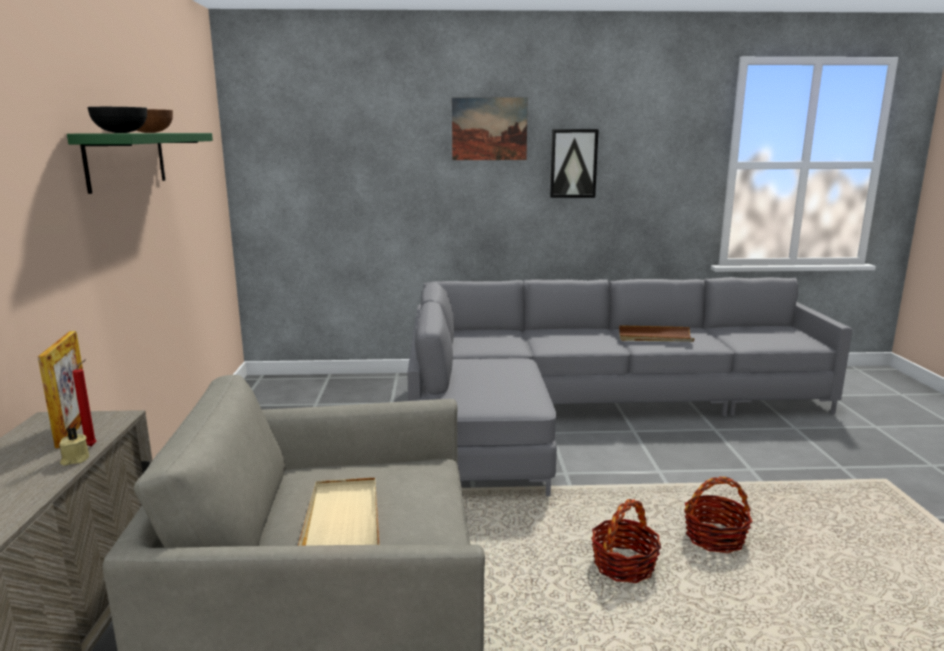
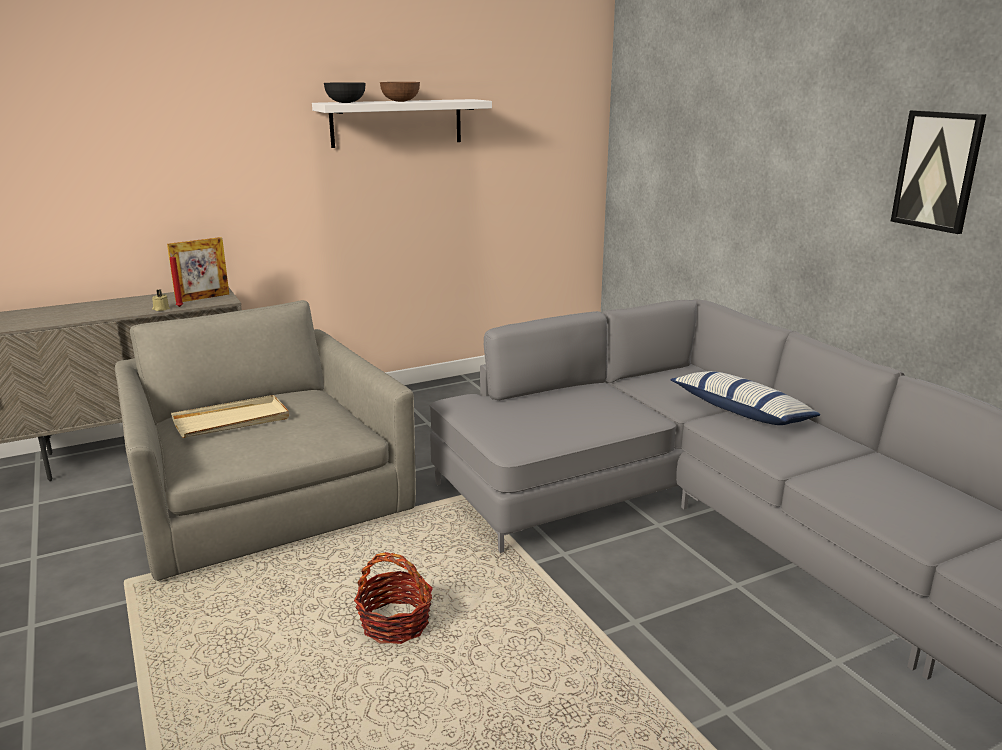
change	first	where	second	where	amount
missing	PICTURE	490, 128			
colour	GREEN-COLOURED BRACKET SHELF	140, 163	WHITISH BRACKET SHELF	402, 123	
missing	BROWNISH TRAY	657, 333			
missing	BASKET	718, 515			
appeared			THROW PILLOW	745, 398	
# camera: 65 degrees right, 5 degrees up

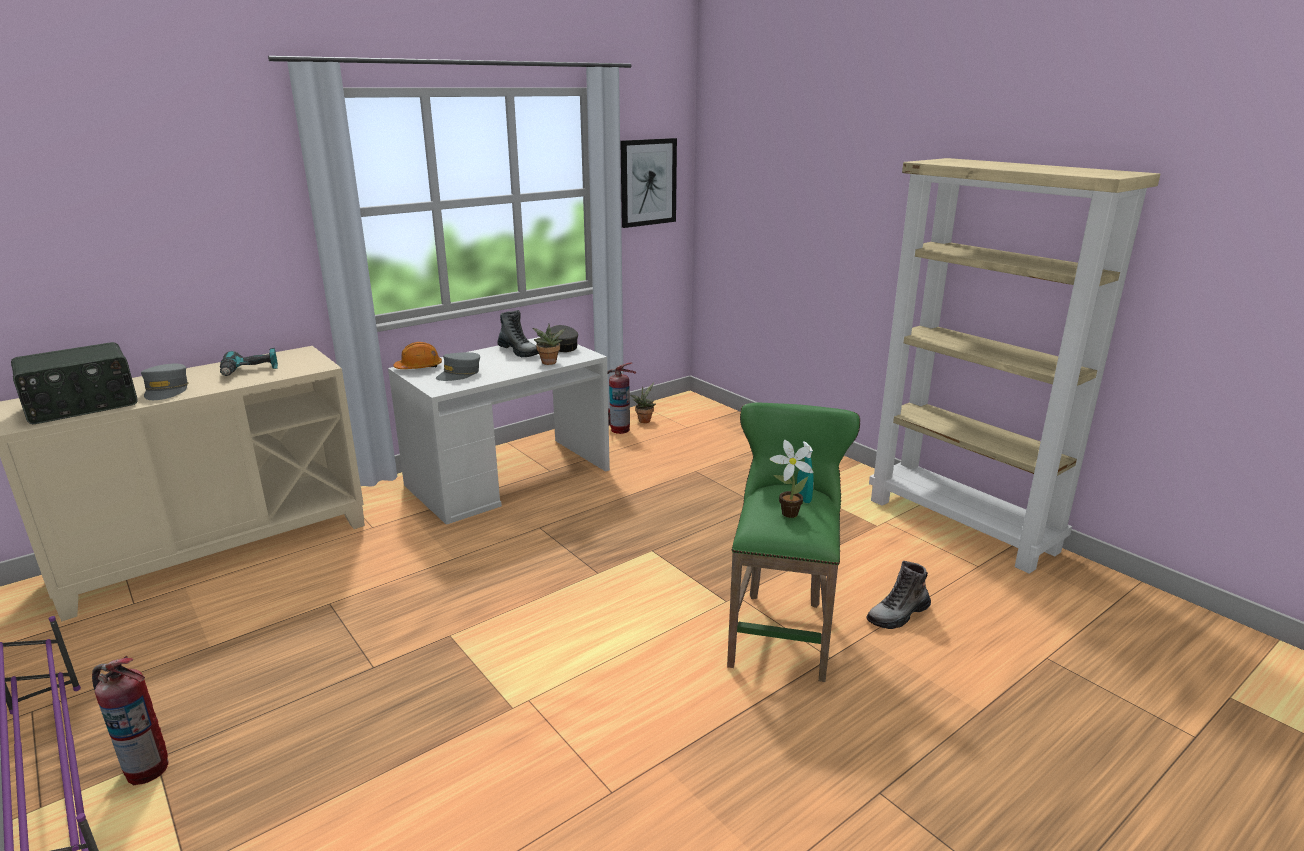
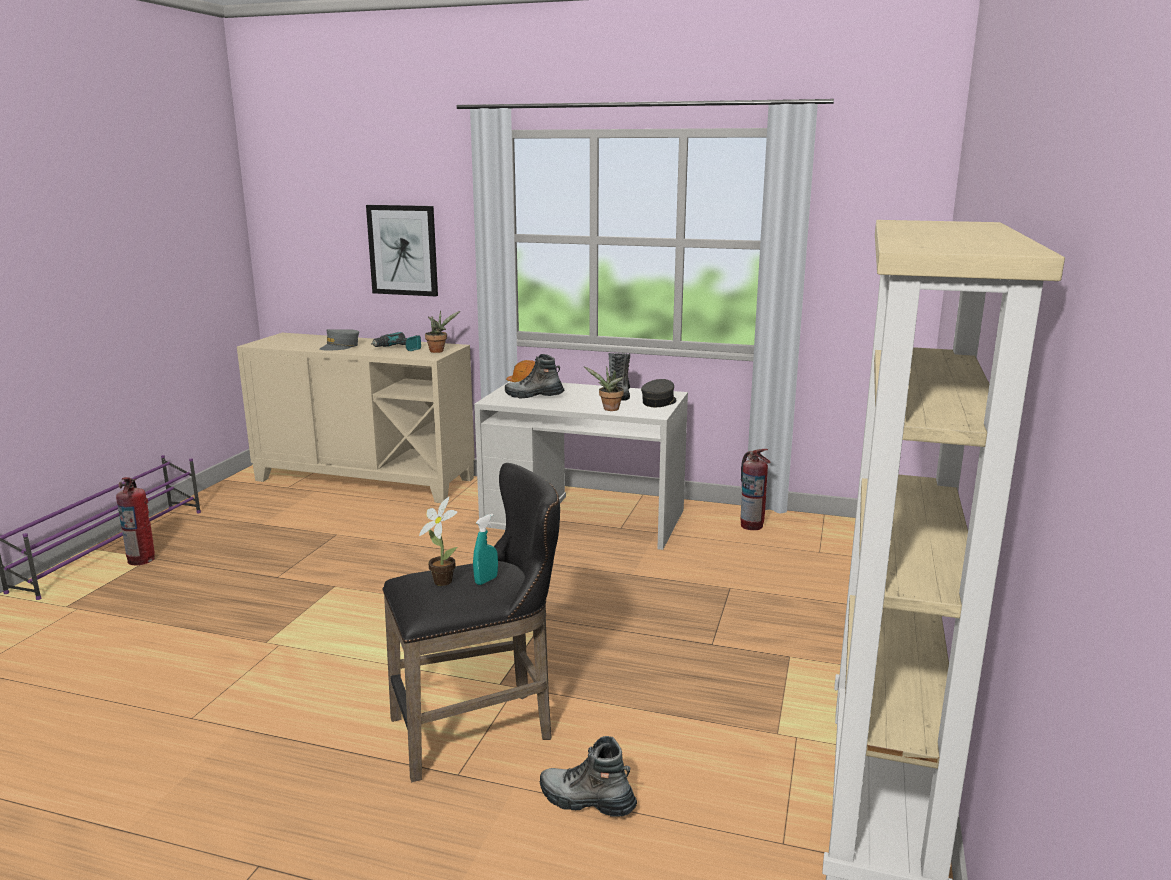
change	first	where	second	where	amount
relocated	PICTURE	648, 183		402, 250	
missing	RADIO SET	74, 383			
exchanged	GREYISH BASEBALL CAP	458, 366	HIGH-TOP BOOT	535, 376	
relocated	POTTED PLANT	643, 402		442, 331	
colour	GREEN-COLOURED STOOL	793, 542	BLACK-COLOURED STOOL	471, 622	
# camera: 55 degrees right, 5 degrees down

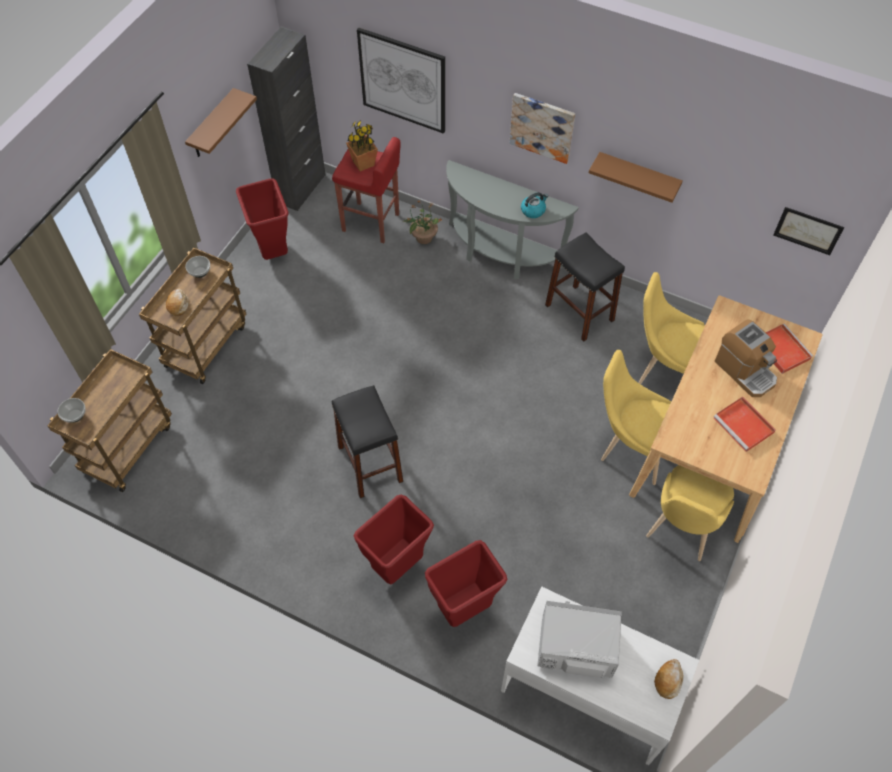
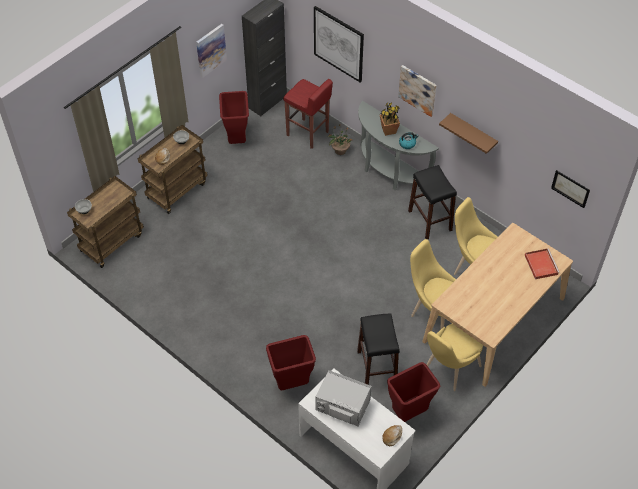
change	first	where	second	where	amount
exchanged	BROWNISH BRACKET SHELF	221, 122	PICTURE	211, 51	
relocated	POTTED PLANT	362, 145		390, 119	
missing	COFFEE MAKER	746, 358			
relocated	BLACK-COLOURED STOOL	367, 441		378, 349	
missing	REDDISH TRAY	745, 424			
relocated	REDDISH TRASH CAN	394, 539		413, 392	
# camera: 15 degrees right, 5 degrees down

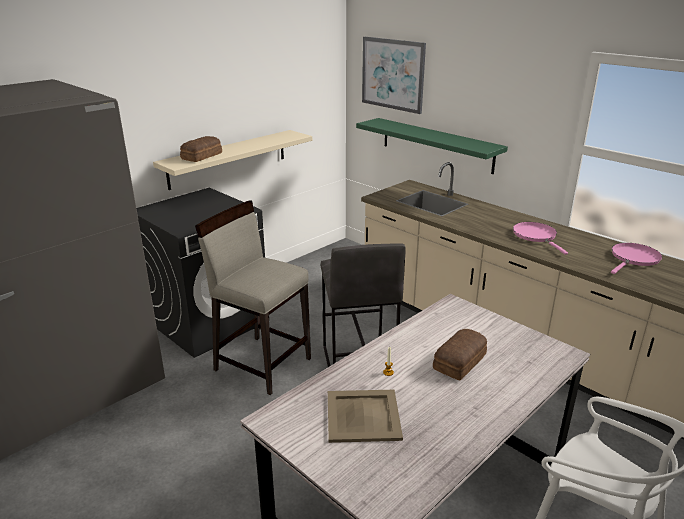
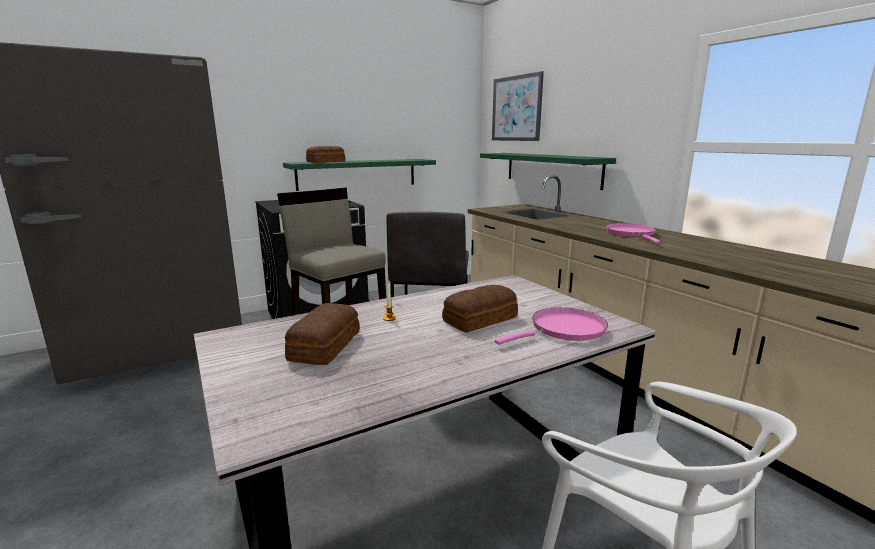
change	first	where	second	where	amount
colour	BEIGE-COLOURED BRACKET SHELF	232, 160	GREEN-COLOURED BRACKET SHELF	359, 175	
relocated	PINK PAN	636, 258		551, 326	
exchanged	BEIGE-COLOURED TRAY	365, 416	BAKERY BREAD	322, 334	
# camera: 15 degrees right, 10 degrees down

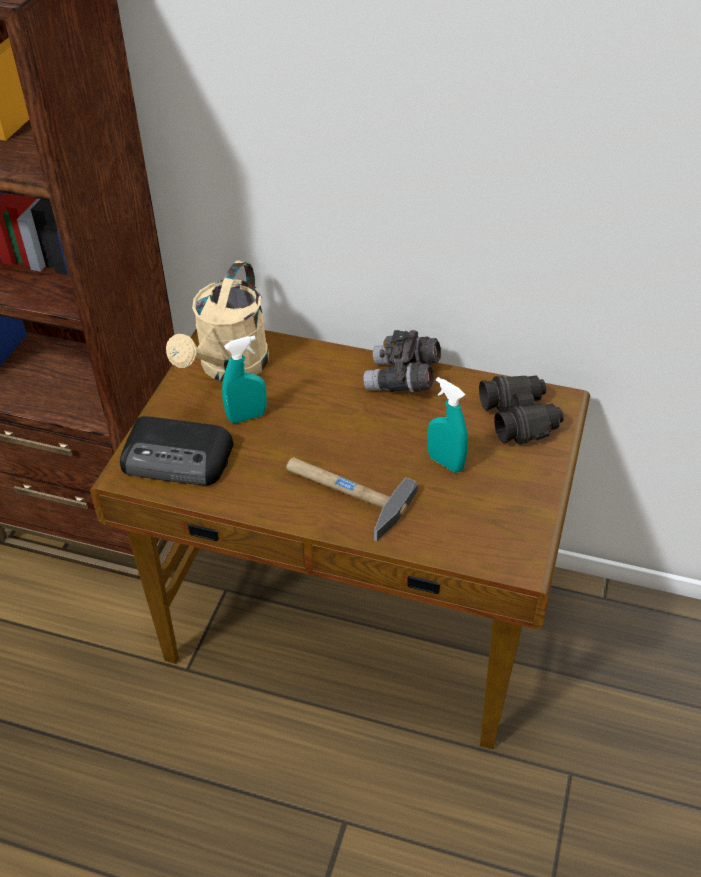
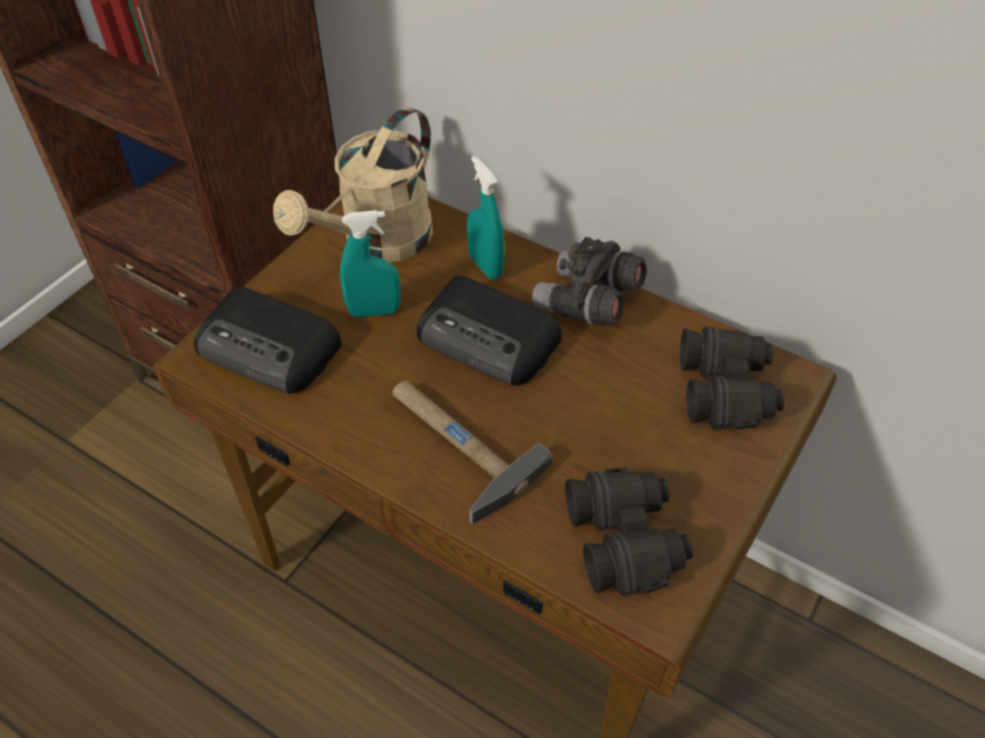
change	first	where	second	where	amount
relocated	TURQUOISE-COLOURED SPRAYER	447, 424		486, 218	
appeared			RADIO SET	489, 330	
appeared			BLACK-COLOURED BINOCULARS	629, 532	
# camera: 15 degrees right, 5 degrees up

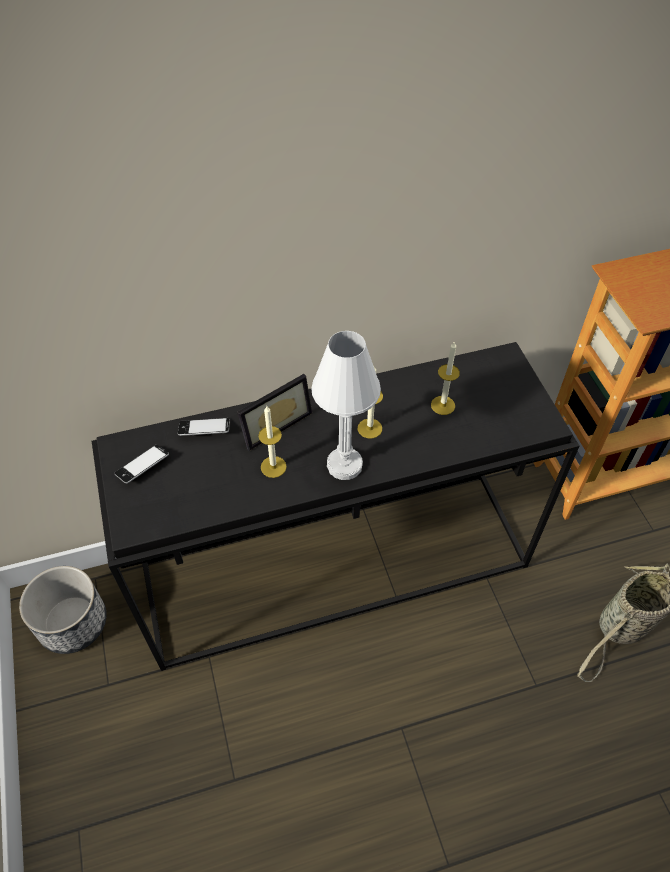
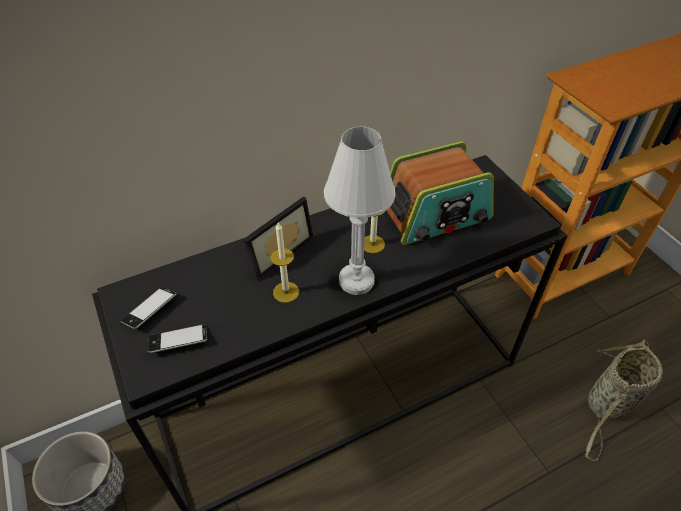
change	first	where	second	where	amount
exchanged	WAX LIGHT	445, 378	RADIO SET	440, 193	
relocated	TELEPHONE	204, 427		177, 338	
# camera: 10 degrees left, 5 degrees down

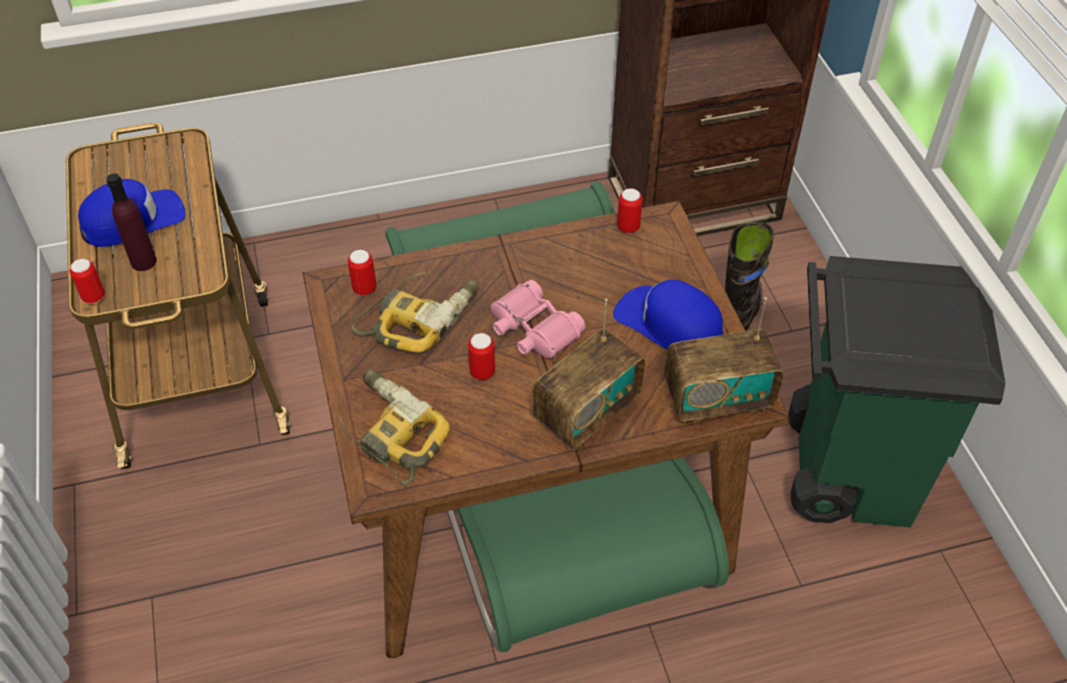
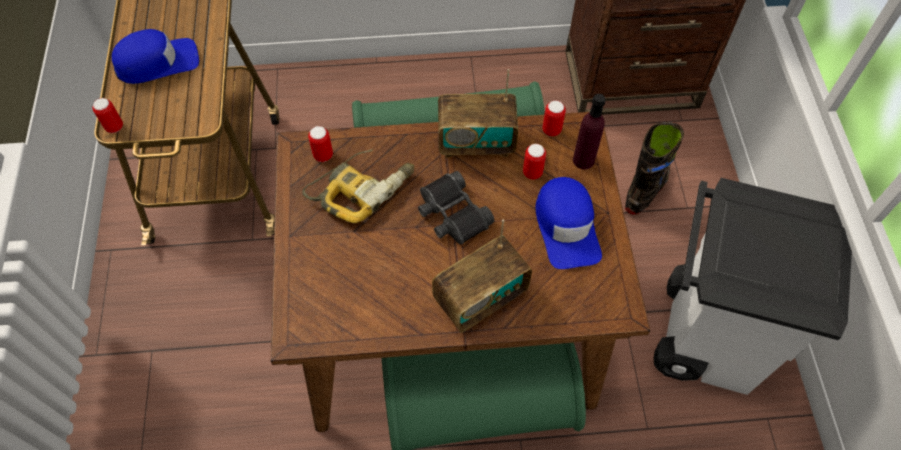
change	first	where	second	where	amount
relocated	PURPLE BEVERAGE BOTTLE	131, 222		589, 131	
colour	GREEN-COLOURED TRASH CAN	896, 391	WHITISH TRASH CAN	753, 286	
colour	PINK BINOCULARS	538, 319	BLACK-COLOURED BINOCULARS	456, 208	
spun	BLUISH BASEBALL CAP	668, 315		568, 223	150 degrees counterclockwise
relocated	RADIO SET	723, 361		478, 113	
relocated	CAN	481, 356		534, 162	
missing	ELECTRIC DRILL	393, 428			
# camera: 10 degrees right, 10 degrees up

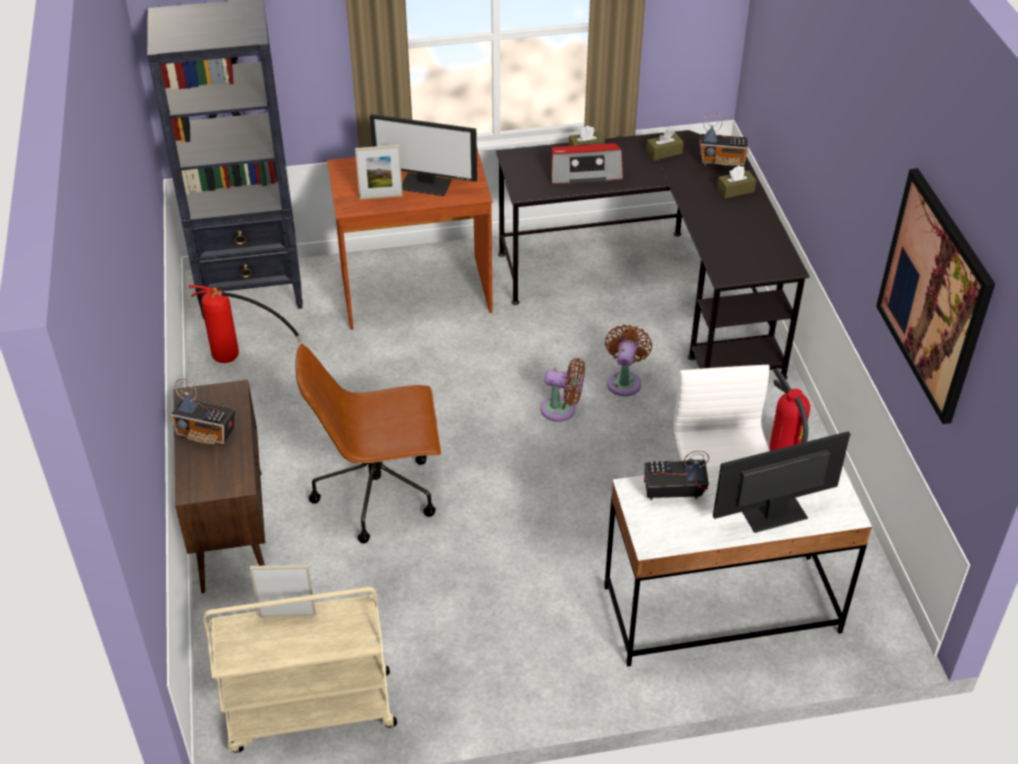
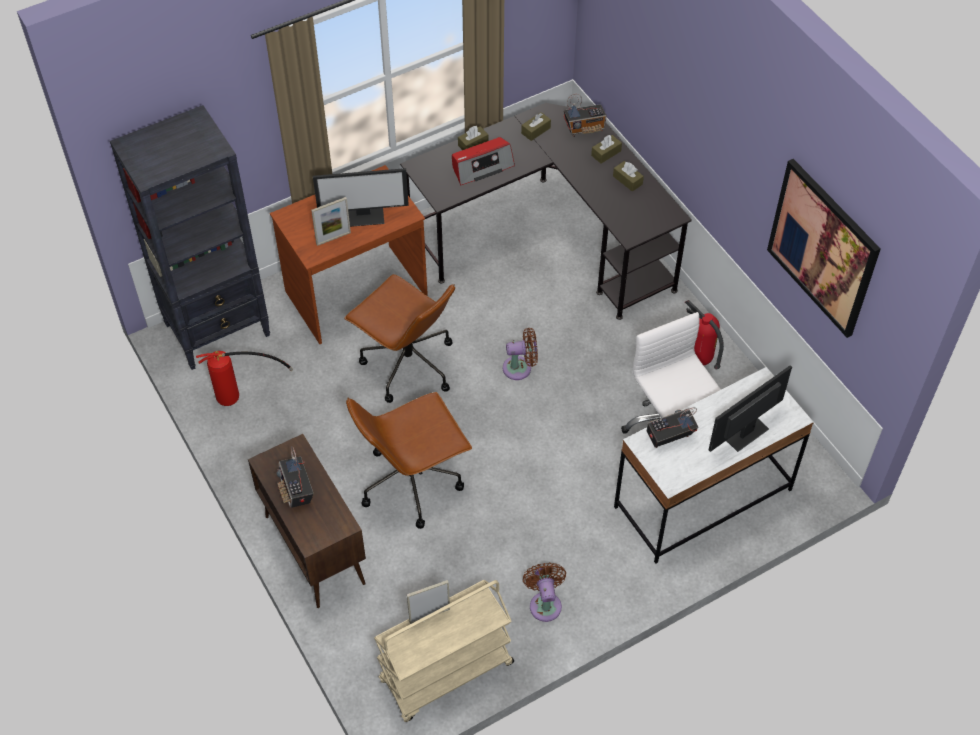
change	first	where	second	where	amount
relocated	BROWNISH FAN	628, 360		544, 592	
spun	RADIO SET	202, 413		295, 477	75 degrees clockwise
appeared			BROWNISH TISSUE BOX	628, 176	
appeared			BROWNISH OFFICE CHAIR	399, 338	
# camera: 20 degrees left, 10 degrees up

